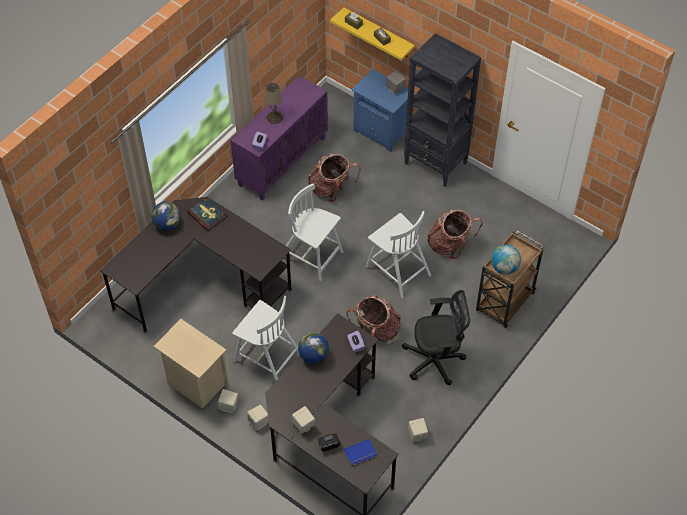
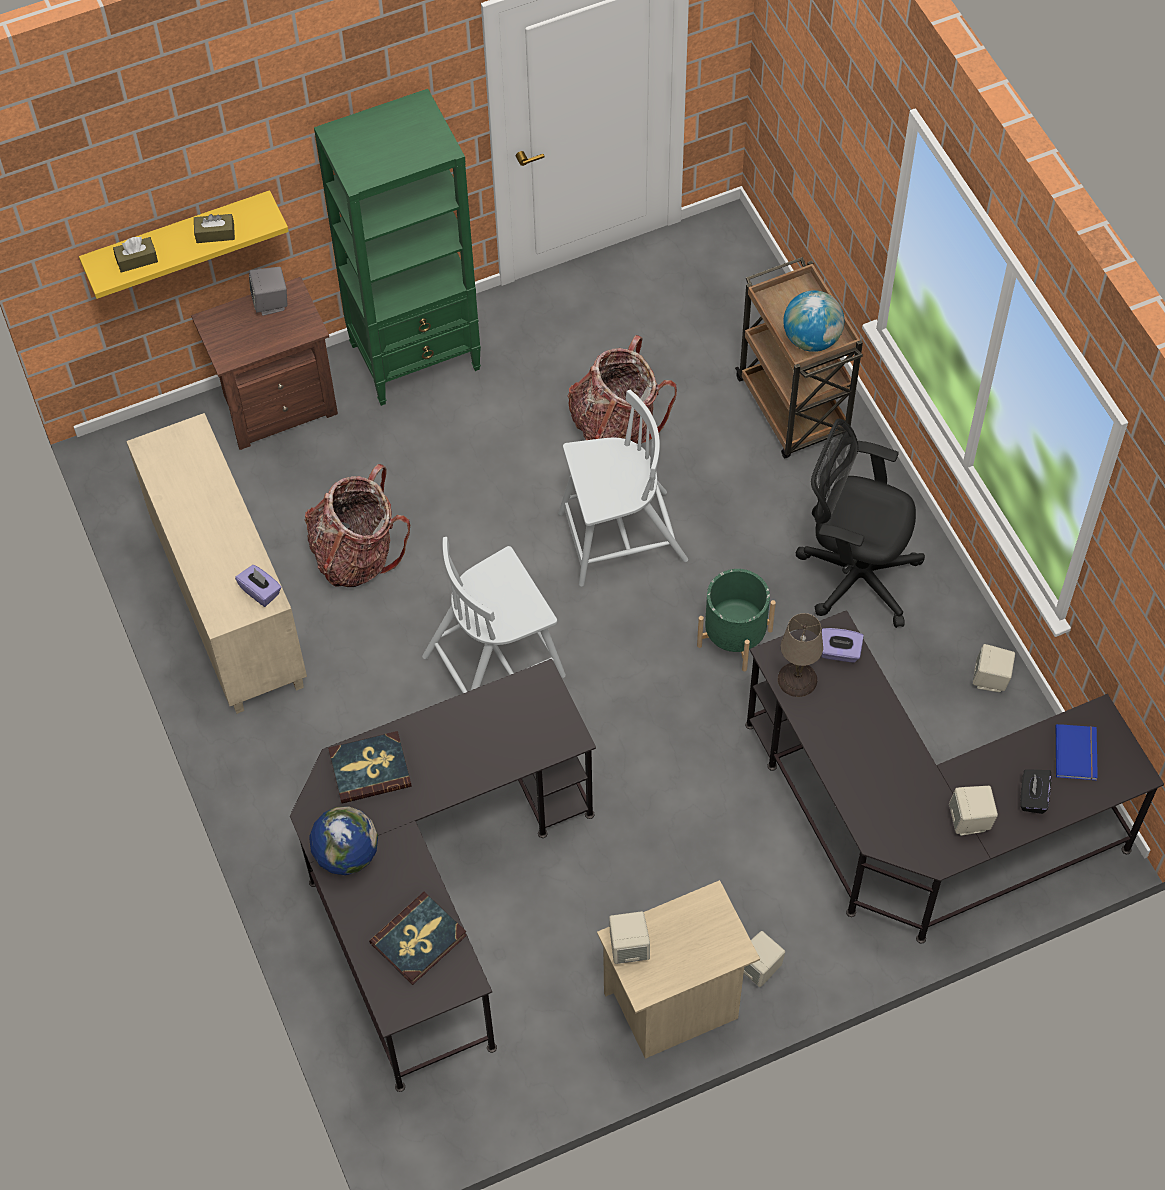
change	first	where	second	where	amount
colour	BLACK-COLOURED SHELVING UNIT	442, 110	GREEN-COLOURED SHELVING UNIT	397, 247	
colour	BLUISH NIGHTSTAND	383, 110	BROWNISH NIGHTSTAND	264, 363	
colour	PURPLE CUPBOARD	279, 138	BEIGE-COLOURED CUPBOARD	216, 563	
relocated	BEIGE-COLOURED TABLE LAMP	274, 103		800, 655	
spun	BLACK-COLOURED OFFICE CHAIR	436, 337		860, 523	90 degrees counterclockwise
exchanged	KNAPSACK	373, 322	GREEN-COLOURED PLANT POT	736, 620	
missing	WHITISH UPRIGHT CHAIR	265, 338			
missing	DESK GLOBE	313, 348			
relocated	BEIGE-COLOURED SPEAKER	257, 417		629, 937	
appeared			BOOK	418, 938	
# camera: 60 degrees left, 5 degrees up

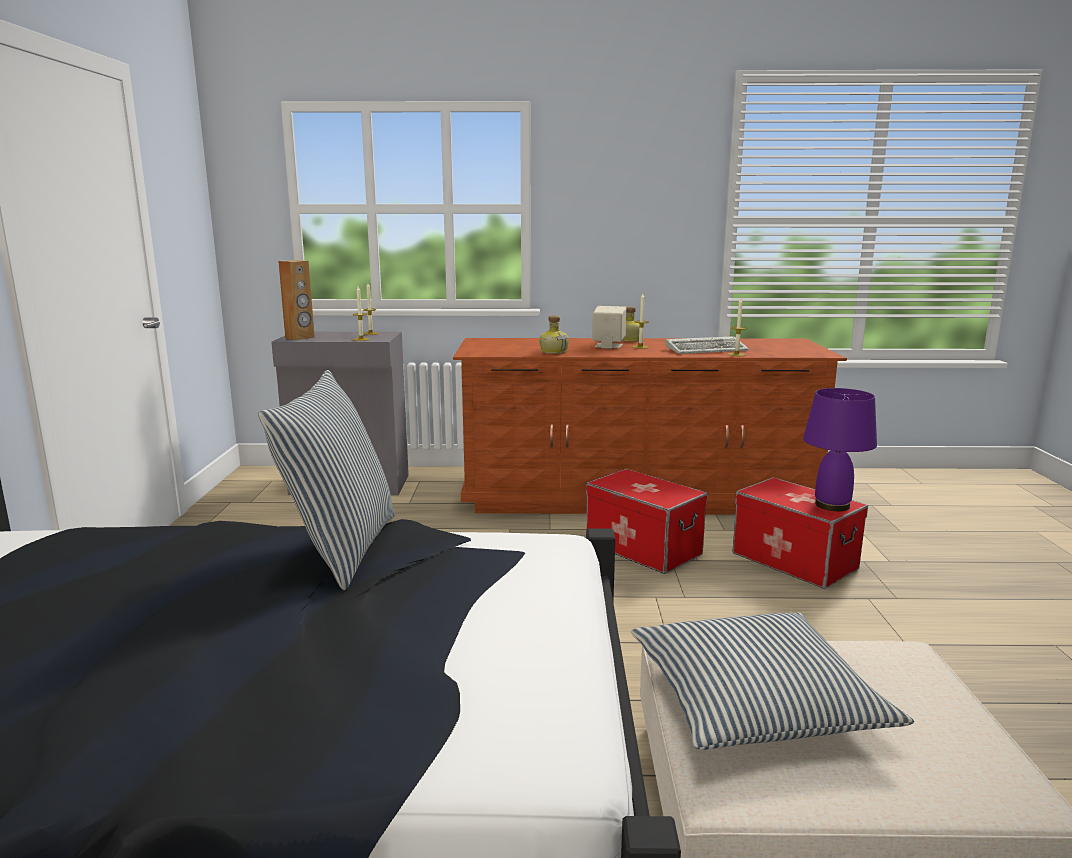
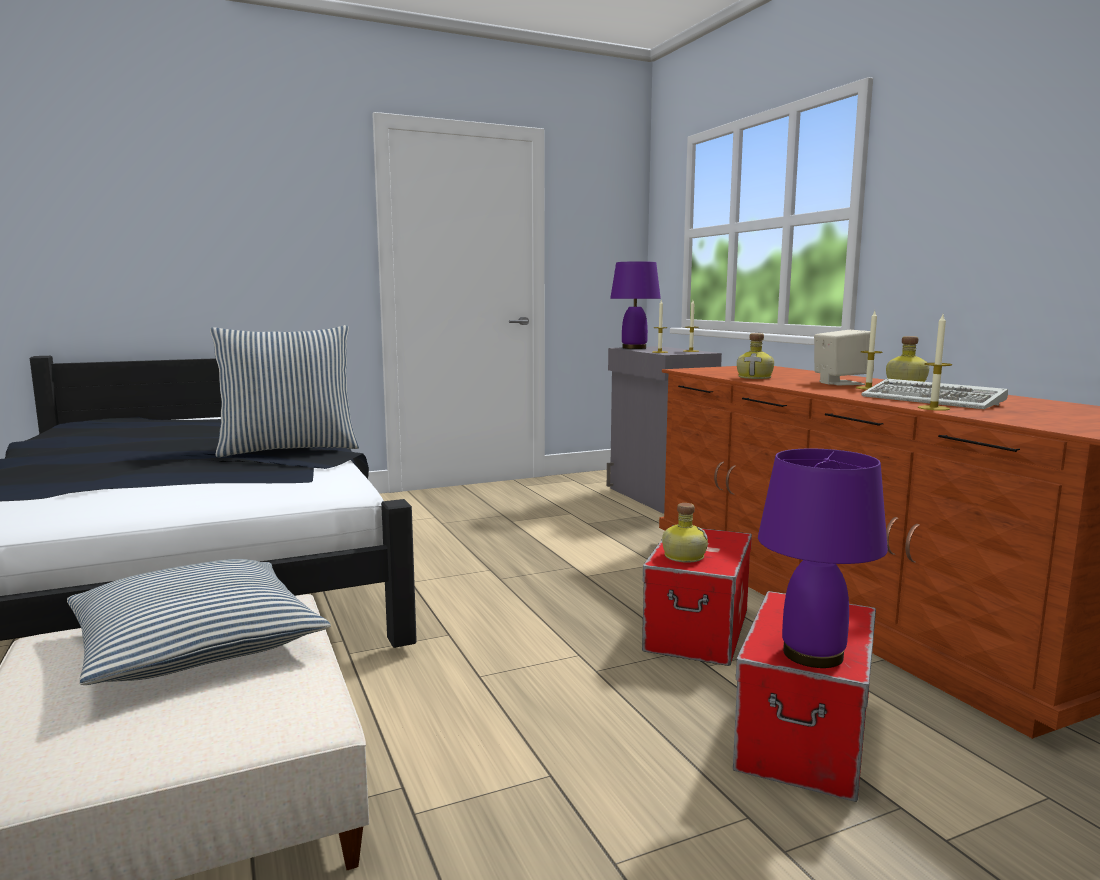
change	first	where	second	where	amount
exchanged	BROWNISH SPEAKER	296, 300	PURPLE TABLE LAMP	635, 305	
appeared			BEVERAGE BOTTLE	685, 533	
# camera: 65 degrees right, 5 degrees down

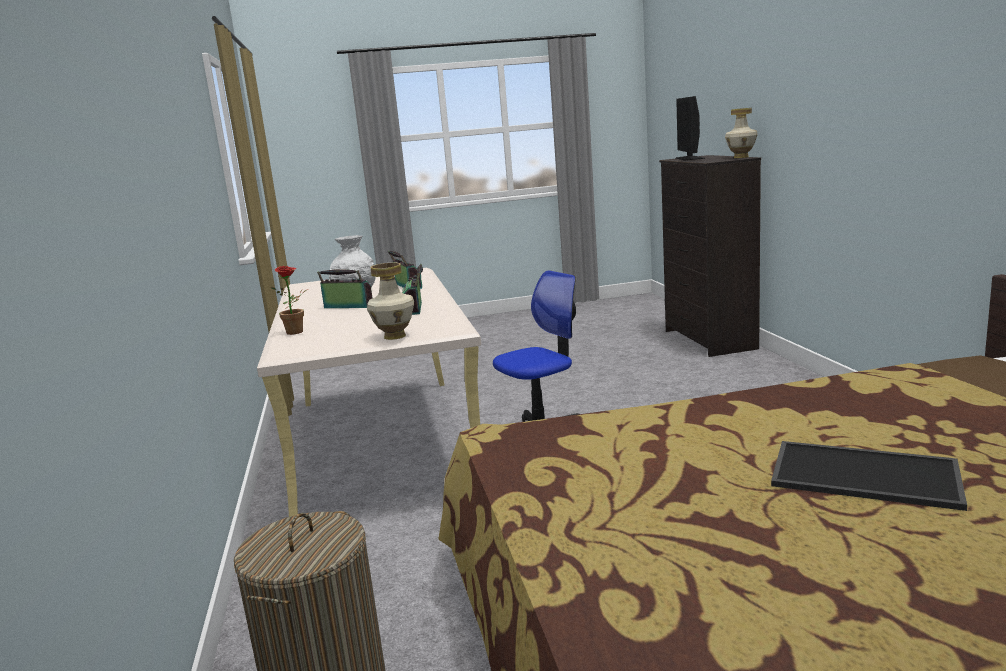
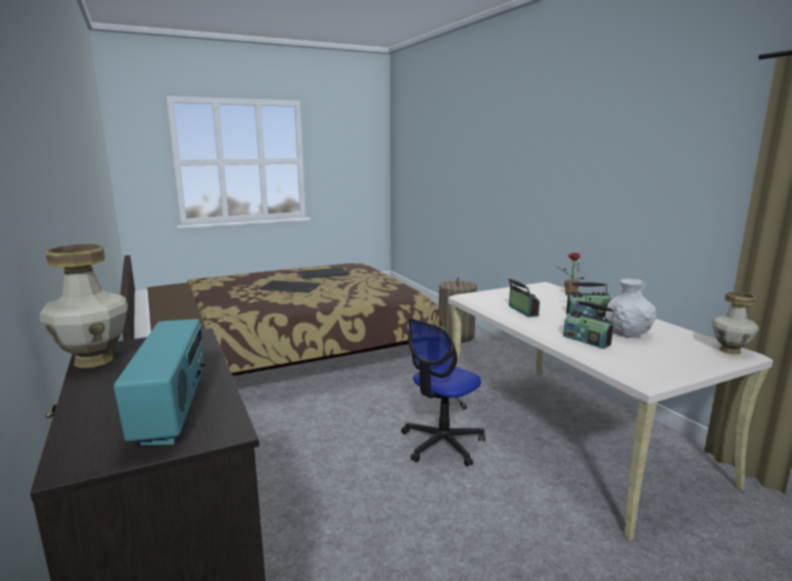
change	first	where	second	where	amount
exchanged	MONITOR	690, 128	RADIO SET	159, 382	
relocated	FLOWER VASE	390, 301		735, 323	
appeared			TRAY	324, 273	
# camera: 165 degrees right, 0 degrees up

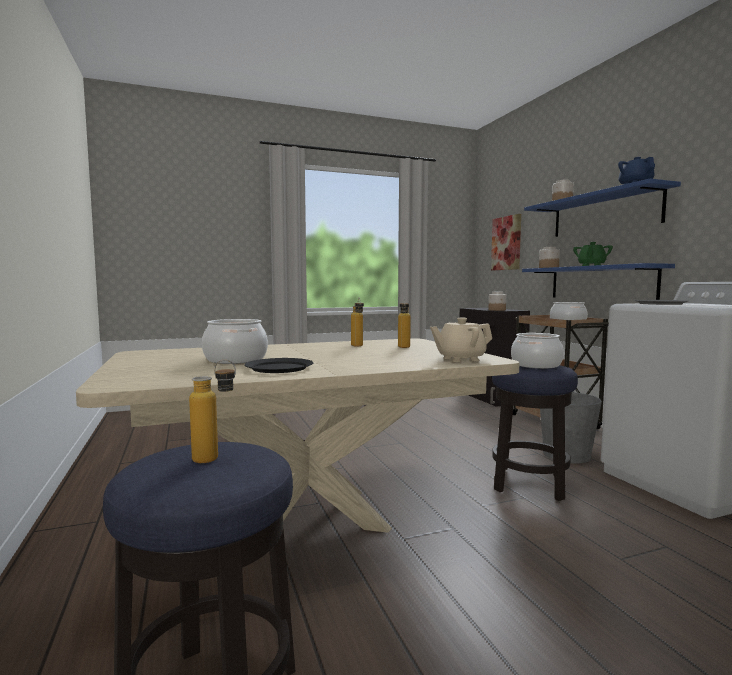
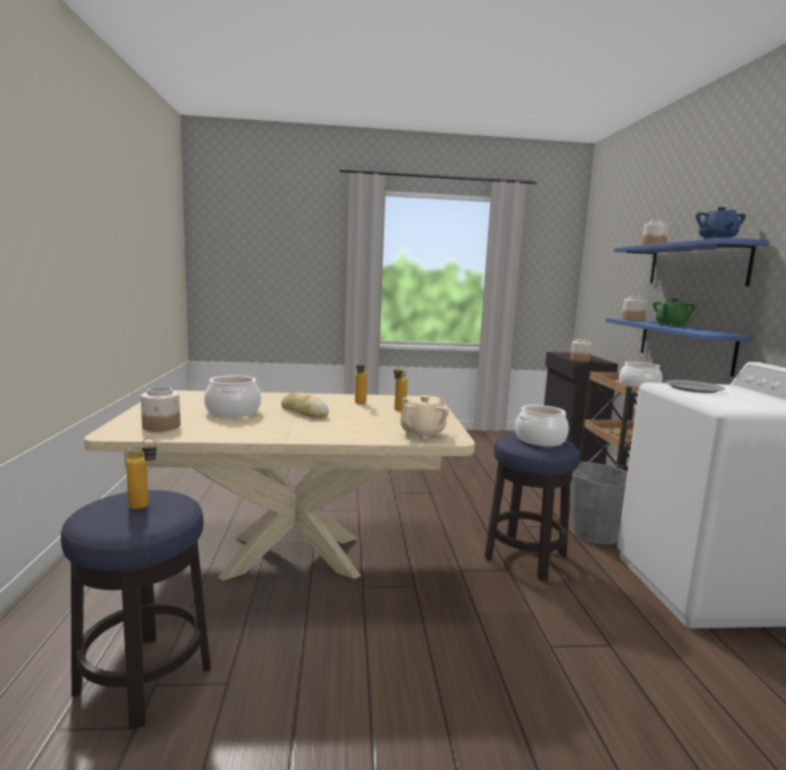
change	first	where	second	where	amount
missing	PICTURE	506, 242			
spun	BEIGE-COLOURED POT FOR TEA	461, 339		424, 417	135 degrees clockwise
missing	BLACK-COLOURED PLATE	278, 365			
appeared			STORAGE JAR	160, 409	
appeared			BAKERY BREAD	305, 404	
# camera: 15 degrees right, 5 degrees up

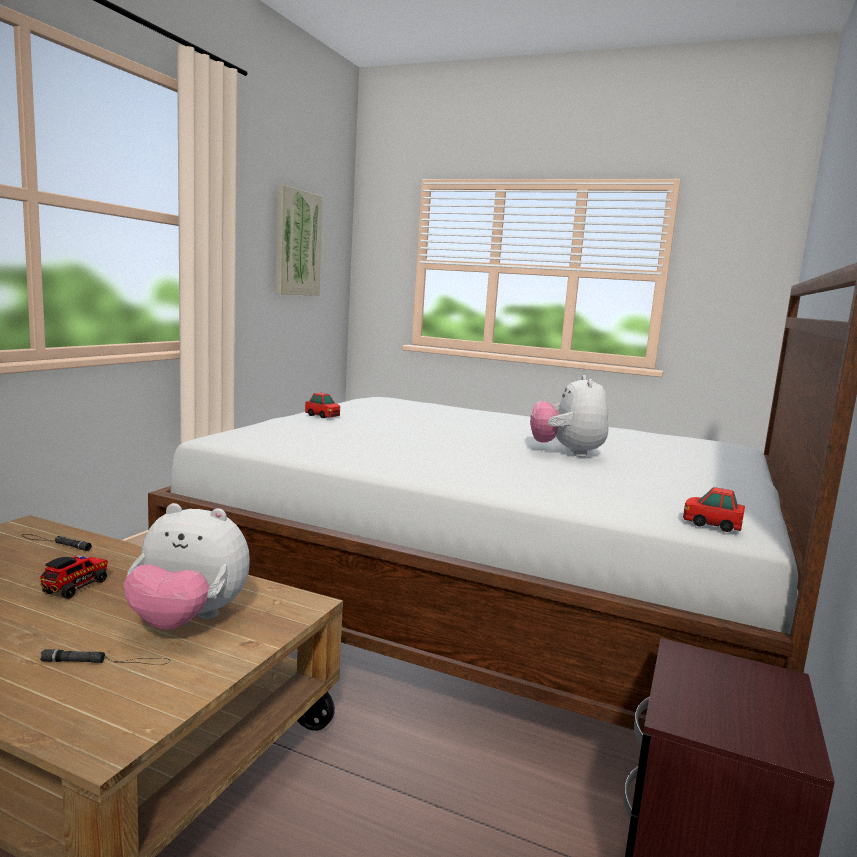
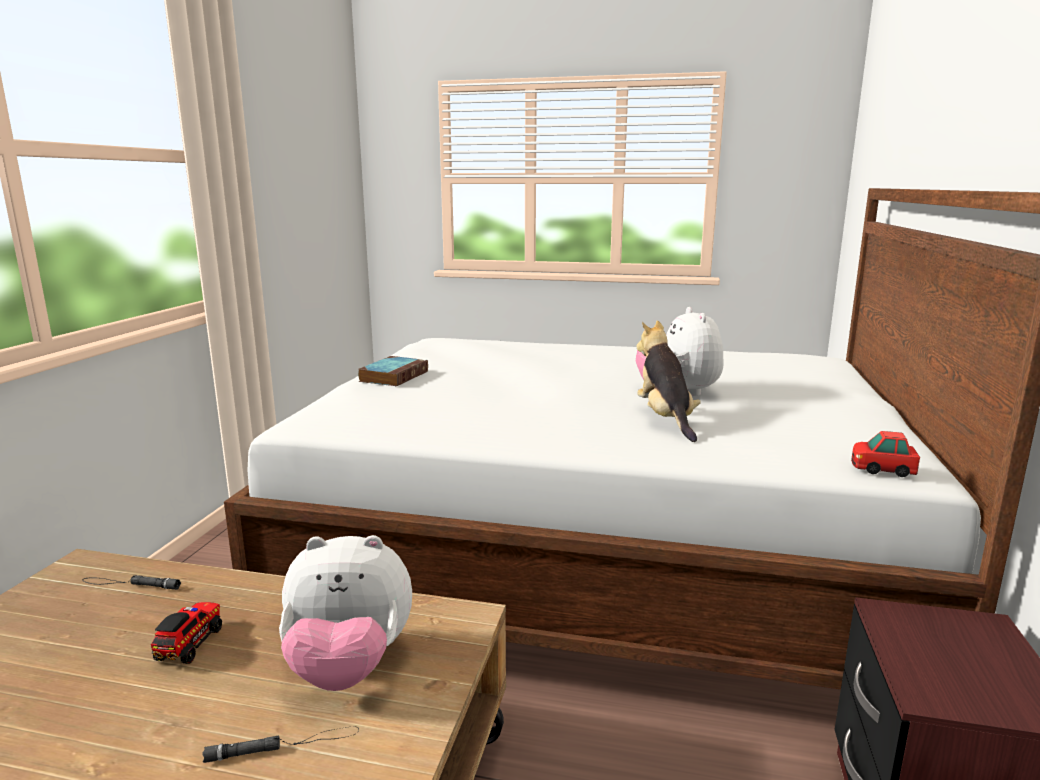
change	first	where	second	where	amount
missing	PICTURE	299, 240			
exchanged	MINIATURE CAR	322, 405	BOOK	393, 371	
appeared			CUDDLY TOY	668, 381	
# camera: 10 degrees left, 5 degrees up

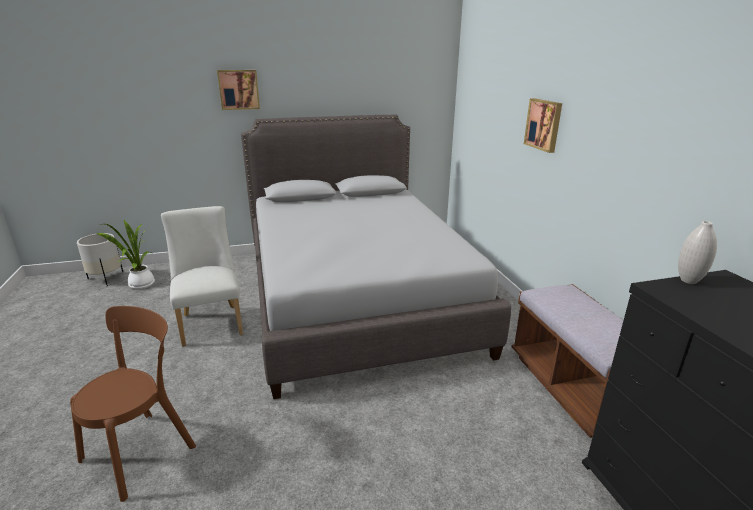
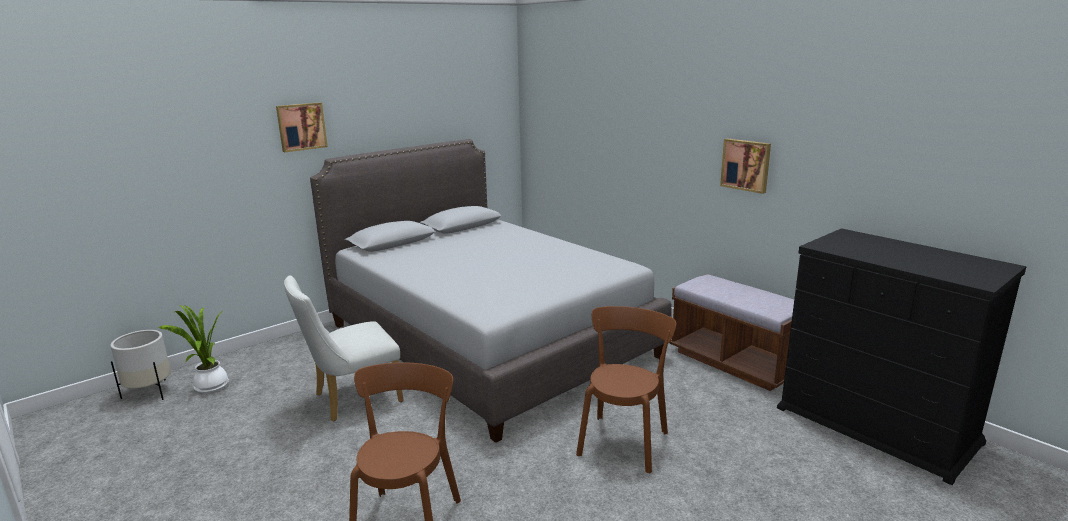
change	first	where	second	where	amount
relocated	PICTURE	543, 125		745, 166	
spun	WHITISH UPRIGHT CHAIR	202, 276		344, 348	75 degrees counterclockwise
missing	WHITISH FLOWER VASE	697, 252			
appeared			BROWNISH UPRIGHT CHAIR	626, 389	
# camera: 25 degrees left, 5 degrees down

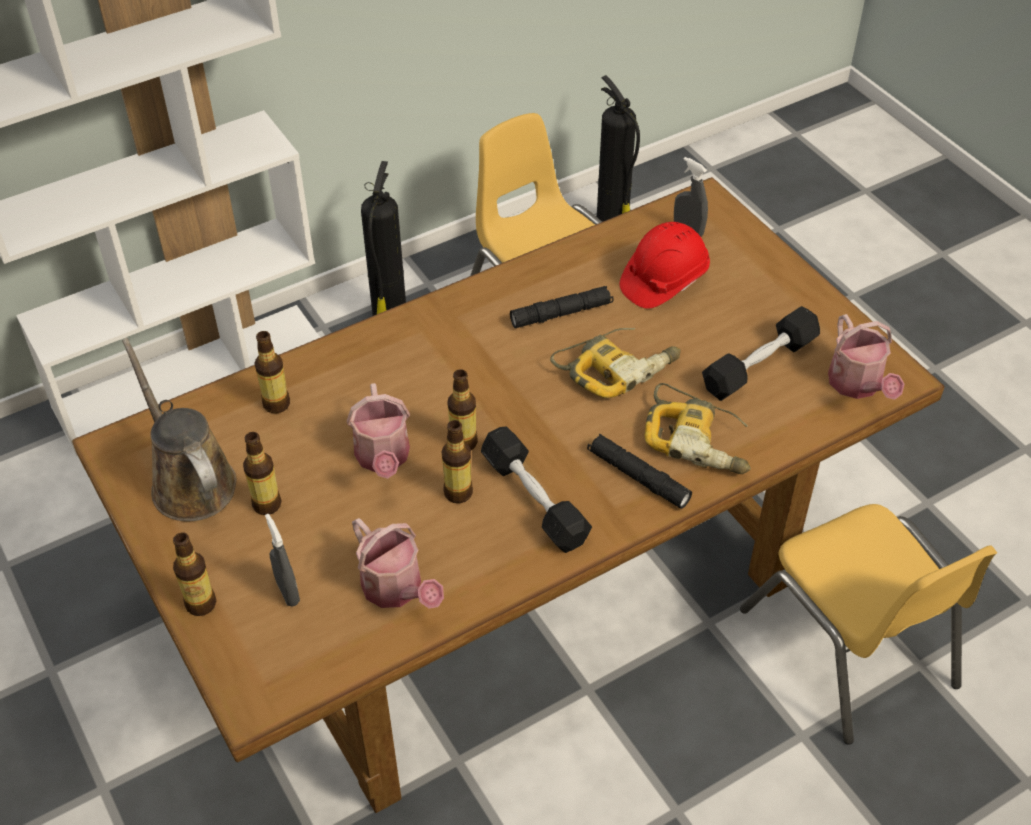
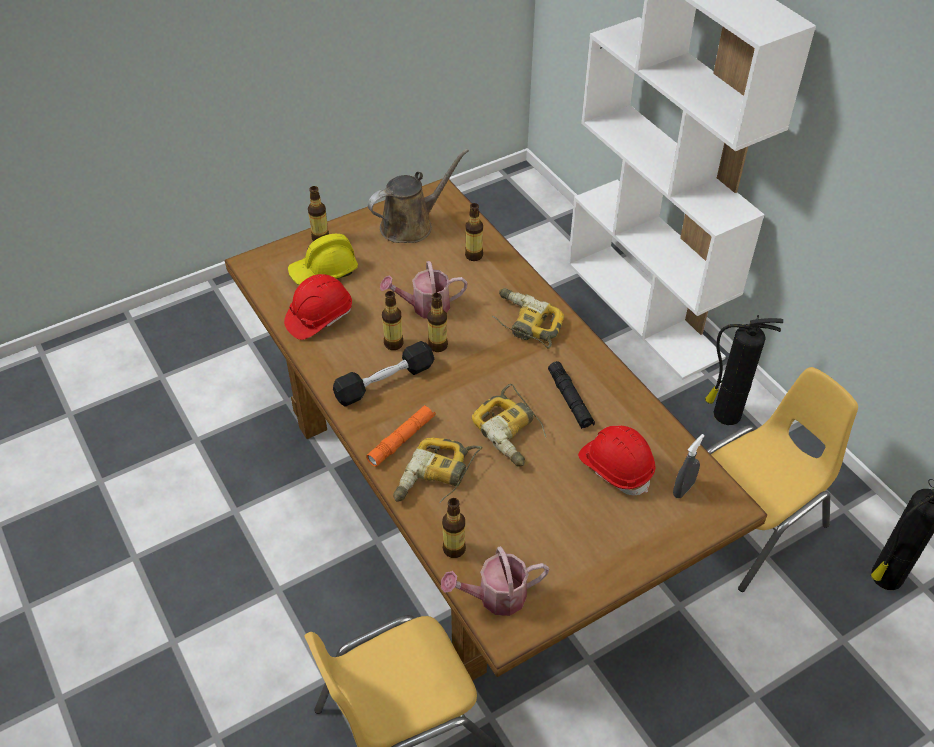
change	first	where	second	where	amount
missing	BLACK-COLOURED DUMBBELL	761, 353			
relocated	BEVERAGE BOTTLE	262, 473		454, 528	
colour	BLACK-COLOURED HAND TORCH	639, 471	ORANGE HAND TORCH	401, 436	
exchanged	GREYISH SPRAYER	282, 560	YELLOW SAFETY HELMET	323, 259	
exchanged	WATERING CAN	398, 563	REDDISH SAFETY HELMET	318, 307	
appeared			ELECTRIC DRILL	528, 318	
# camera: 90 degrees right, 0 degrees up

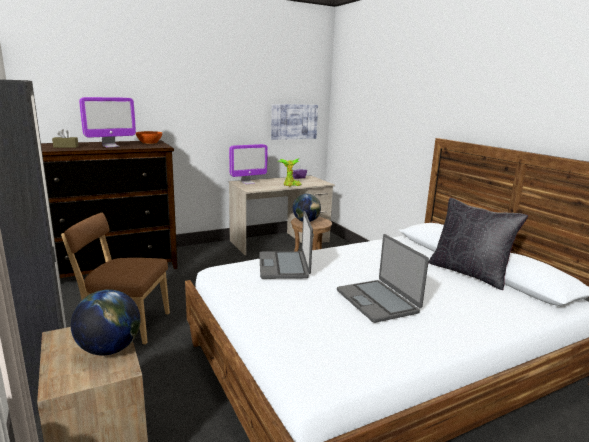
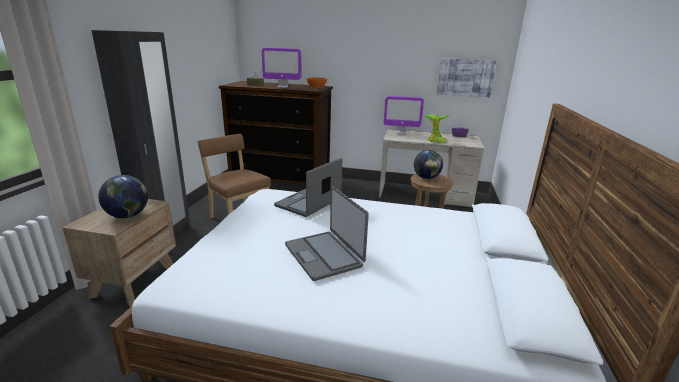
change	first	where	second	where	amount
missing	BLACK-COLOURED THROW PILLOW	478, 244			
spun	PORTABLE COMPUTER	383, 278		327, 233	45 degrees counterclockwise
# camera: 40 degrees right, 5 degrees up

